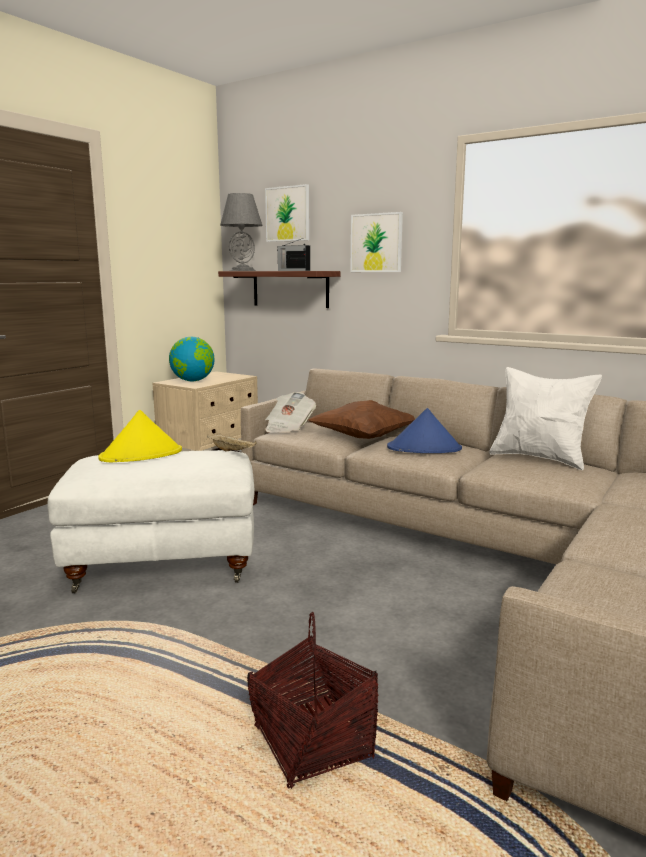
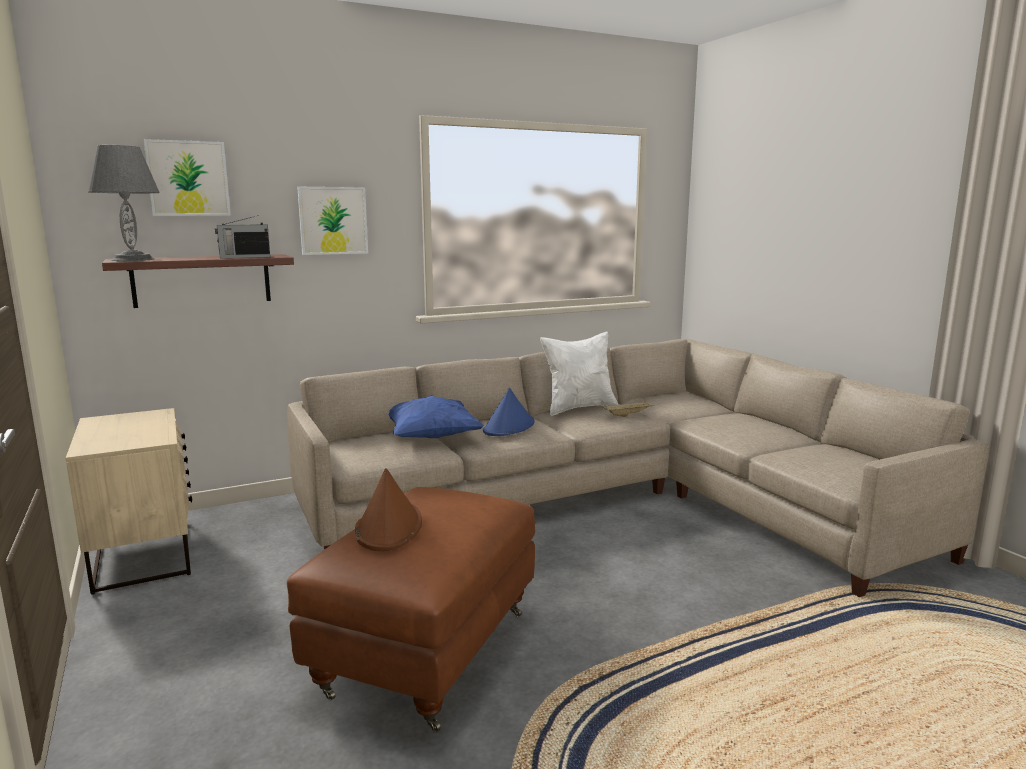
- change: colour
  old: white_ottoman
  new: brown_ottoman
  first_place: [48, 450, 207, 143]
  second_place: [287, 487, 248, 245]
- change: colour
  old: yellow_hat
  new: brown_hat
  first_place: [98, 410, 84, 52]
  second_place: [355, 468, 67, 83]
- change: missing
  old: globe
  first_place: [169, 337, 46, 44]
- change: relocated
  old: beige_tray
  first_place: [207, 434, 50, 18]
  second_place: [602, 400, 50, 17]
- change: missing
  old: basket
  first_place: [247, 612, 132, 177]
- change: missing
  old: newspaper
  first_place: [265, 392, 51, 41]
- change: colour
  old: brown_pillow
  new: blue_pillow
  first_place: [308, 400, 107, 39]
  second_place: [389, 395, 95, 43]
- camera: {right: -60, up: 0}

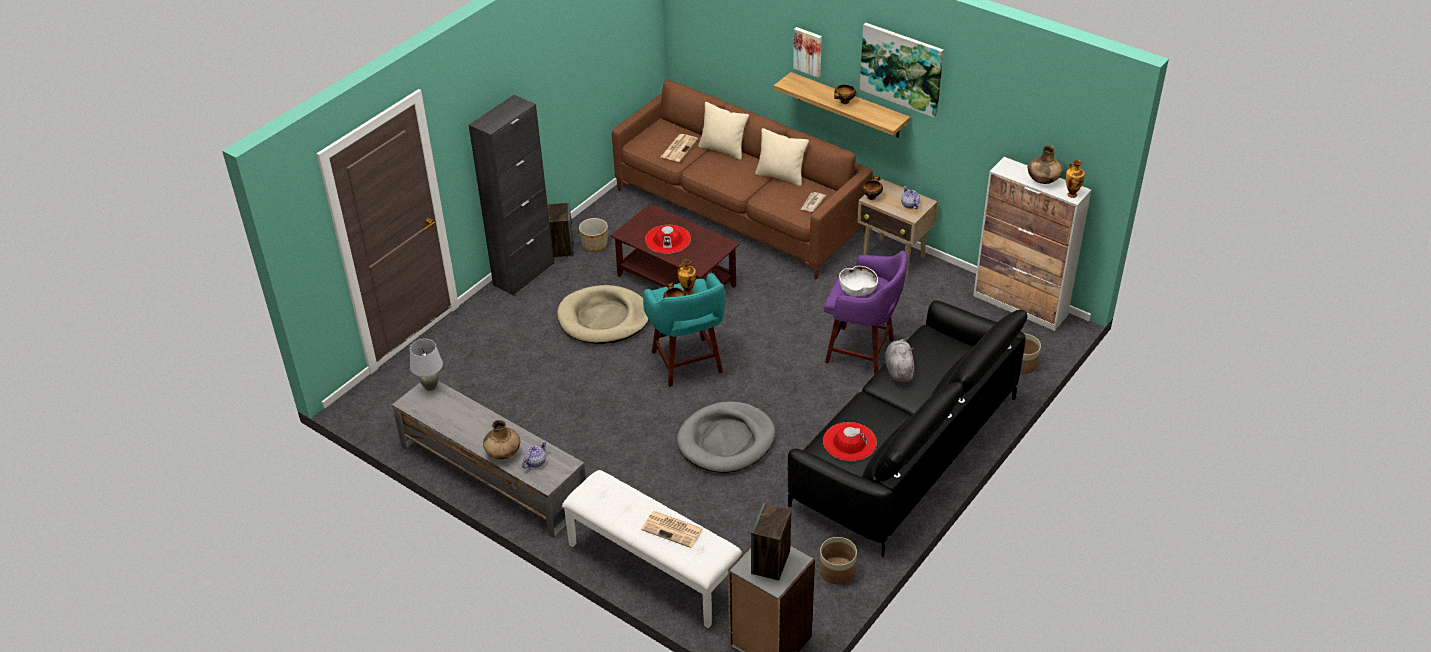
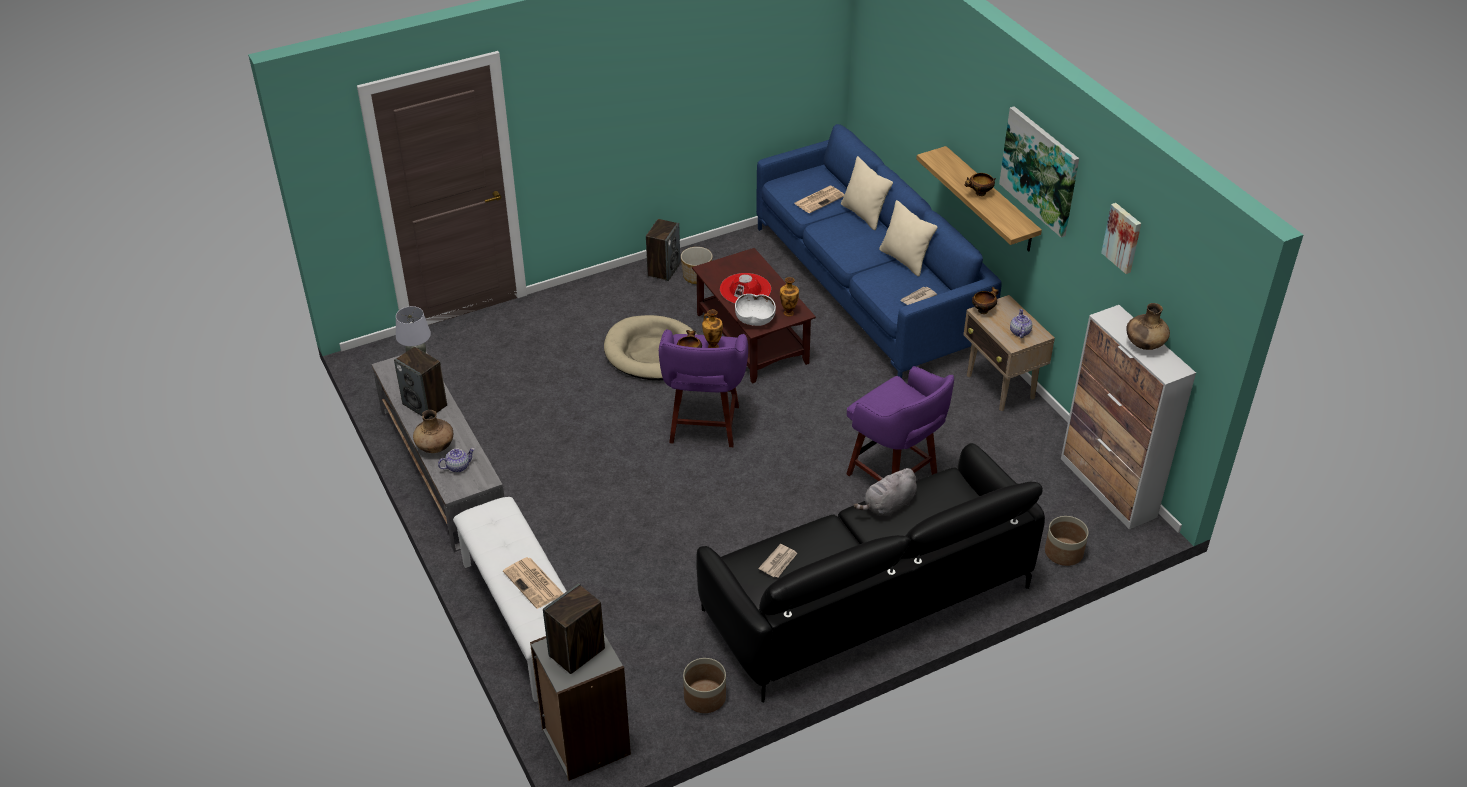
- change: missing
  old: black_cabinet
  first_place: [469, 95, 85, 201]
- change: colour
  old: brown_sofa
  new: blue_sofa
  first_place: [612, 80, 261, 200]
  second_place: [756, 124, 246, 254]
- change: colour
  old: turquoise_stool
  new: purple_stool
  first_place: [643, 273, 83, 114]
  second_place: [659, 329, 89, 118]
- change: missing
  old: grey_dog_bed
  first_place: [677, 401, 98, 72]
- change: relocated
  old: picture
  first_place: [793, 27, 29, 50]
  second_place: [1101, 203, 40, 71]
- change: exchanged
  old: red_hat
  new: newspaper
  first_place: [823, 422, 54, 39]
  second_place: [758, 544, 39, 34]
- change: relocated
  old: white_bowl
  first_place: [839, 266, 39, 30]
  second_place: [735, 294, 41, 32]
- change: spun
  old: grey_plush_toy
  first_place: [885, 339, 29, 44]
  second_place: [853, 468, 64, 50]
  degrees: -150
- change: relocated
  old: vase
  first_place: [1066, 160, 19, 38]
  second_place: [780, 277, 19, 39]
- change: appeared
  new: speaker
  second_place: [394, 347, 53, 69]
- camera: {right: 25, up: 0}

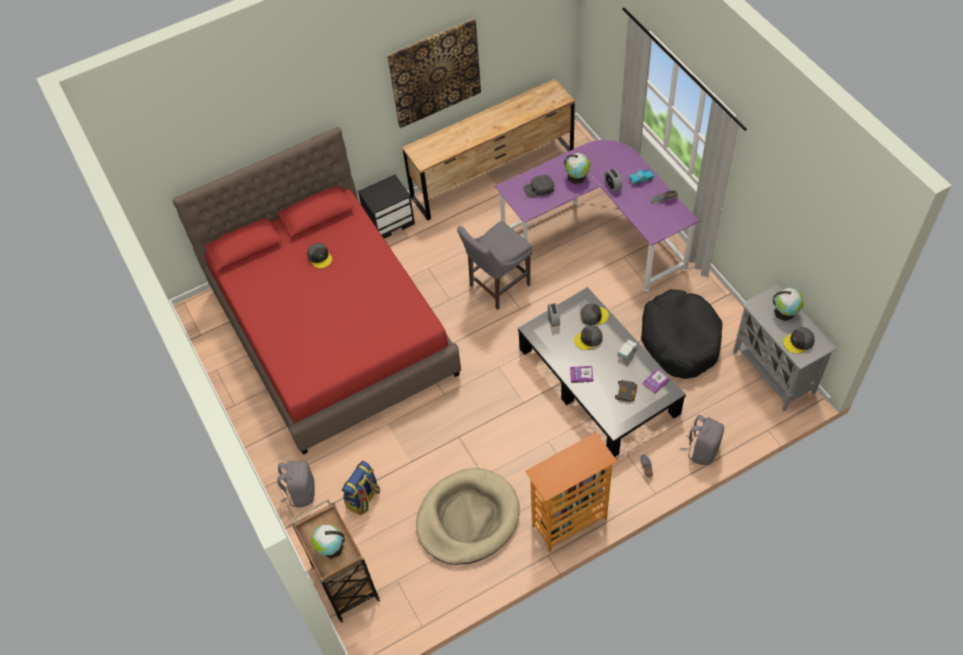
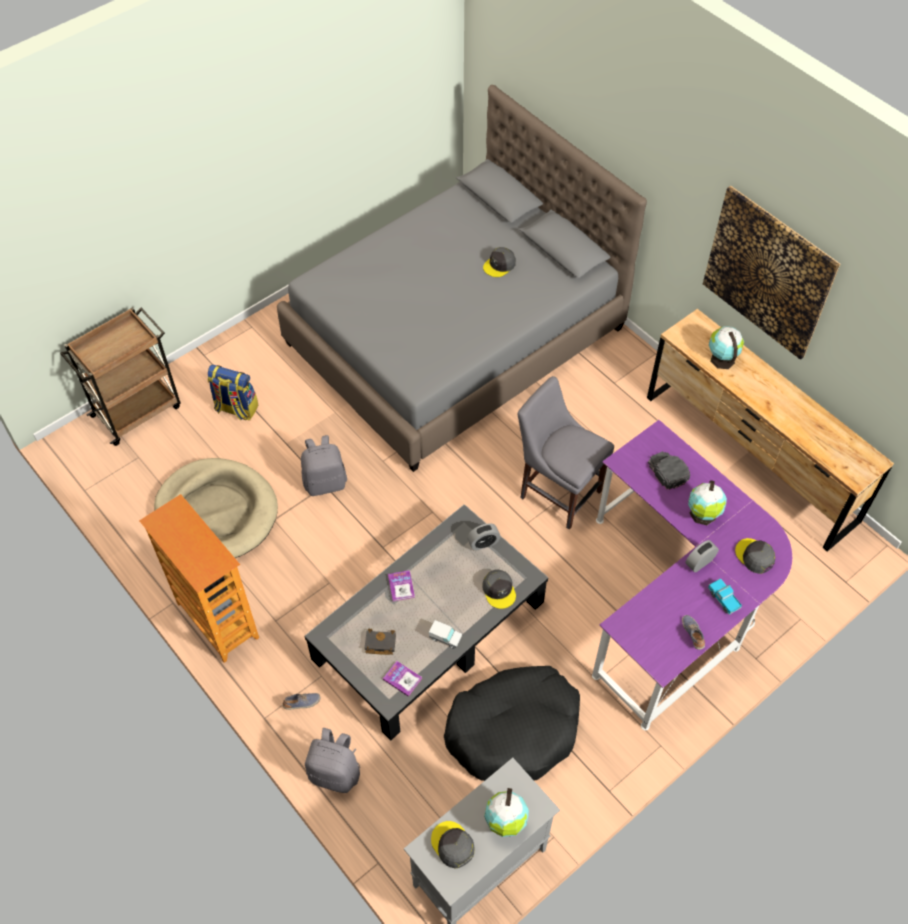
- change: colour
  old: red_bed
  new: grey_bed
  first_place: [173, 127, 288, 328]
  second_place: [277, 85, 370, 387]
- change: relocated
  old: grey_backpack
  first_place: [278, 461, 37, 47]
  second_place: [301, 435, 46, 61]
- change: relocated
  old: globe
  first_place: [311, 524, 34, 35]
  second_place: [709, 326, 35, 43]
- change: missing
  old: black_nightstand
  first_place: [358, 175, 57, 64]
- change: relocated
  old: grey_cap
  first_place: [574, 325, 29, 25]
  second_place: [735, 538, 40, 36]
- camera: {right: 75, up: 0}

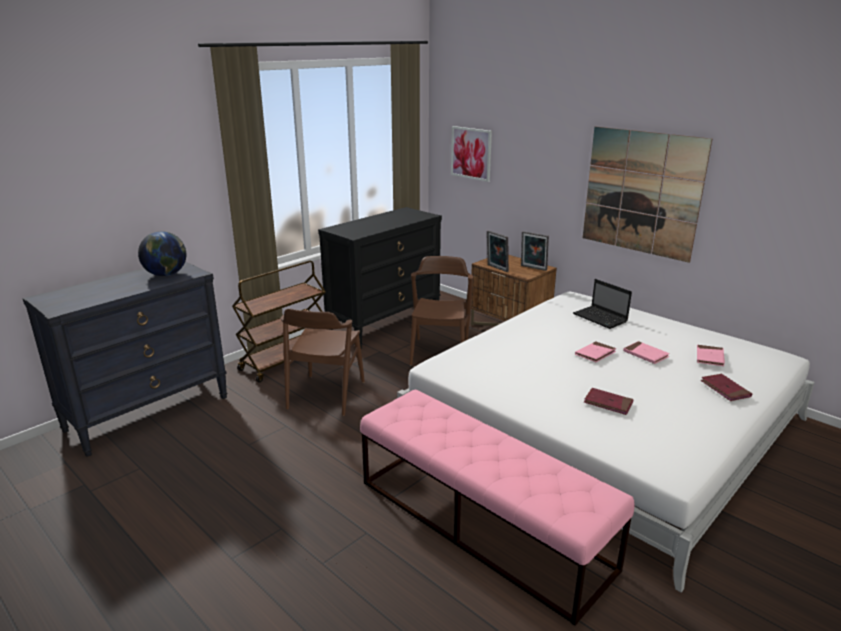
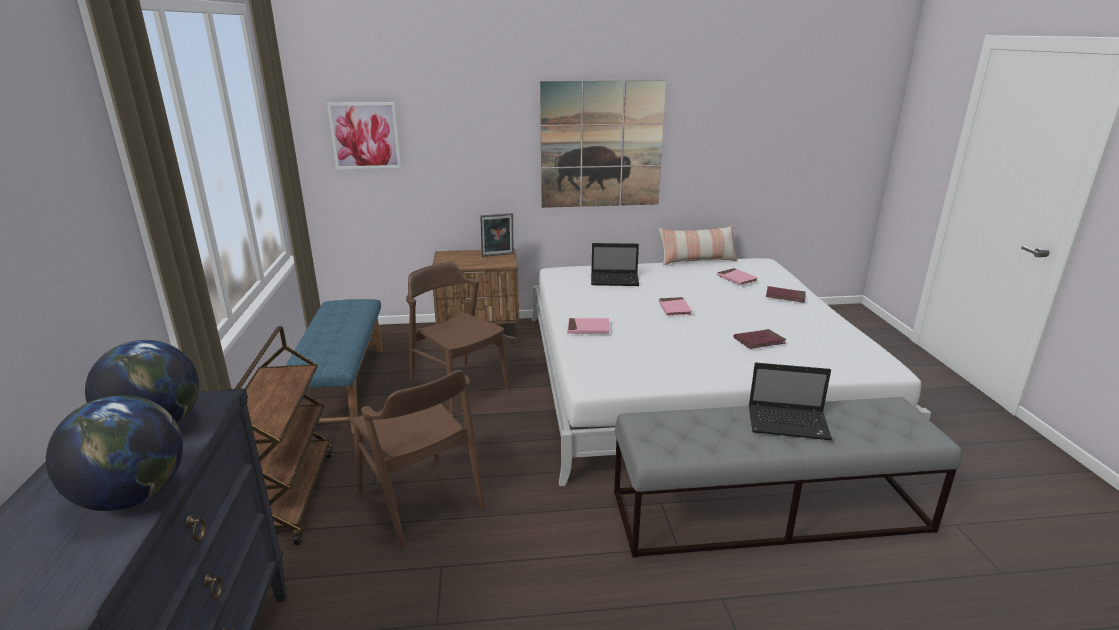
- change: exchanged
  old: black_dresser
  new: blue_bench
  first_place: [318, 207, 124, 142]
  second_place: [286, 299, 97, 135]
- change: colour
  old: pink_bench
  new: grey_bench
  first_place: [360, 389, 275, 237]
  second_place: [614, 397, 347, 161]
- change: missing
  old: picture_frame
  first_place: [487, 230, 22, 42]
- change: relocated
  old: pink_book
  first_place: [623, 341, 47, 23]
  second_place: [567, 318, 42, 16]
- change: appeared
  new: globe
  second_place: [46, 395, 137, 116]
- change: appeared
  new: pillow
  second_place: [659, 225, 78, 41]
- change: appeared
  new: laptop
  second_place: [749, 363, 83, 77]
- camera: {right: -50, up: 0}

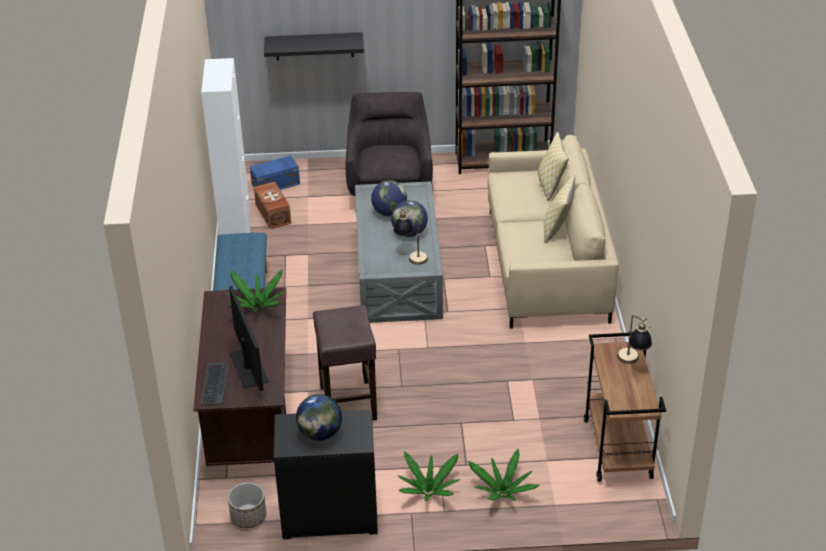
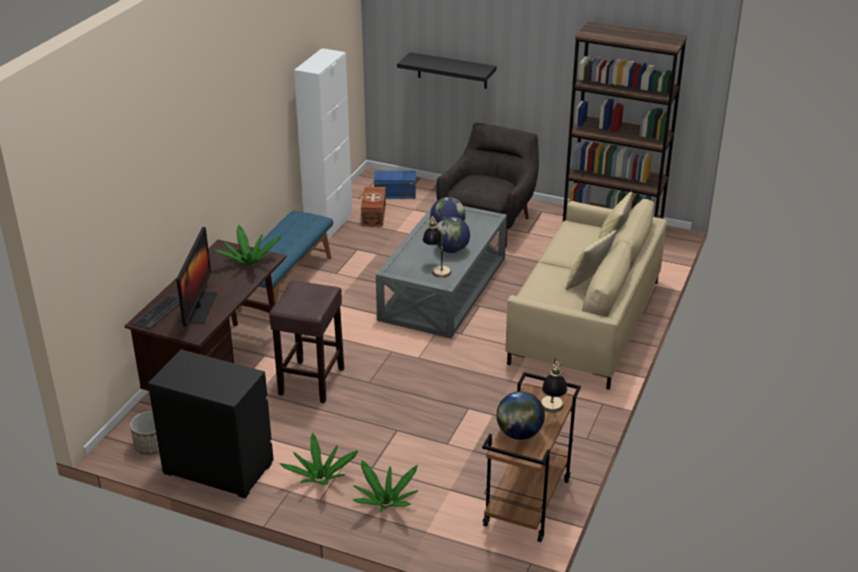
- change: relocated
  old: globe
  first_place: [296, 394, 46, 47]
  second_place: [496, 391, 49, 49]
- camera: {right: 25, up: -5}

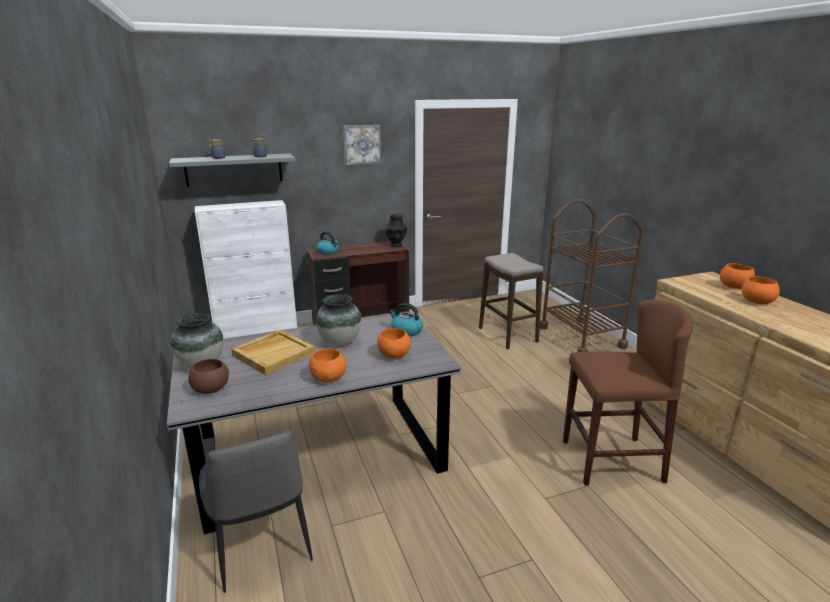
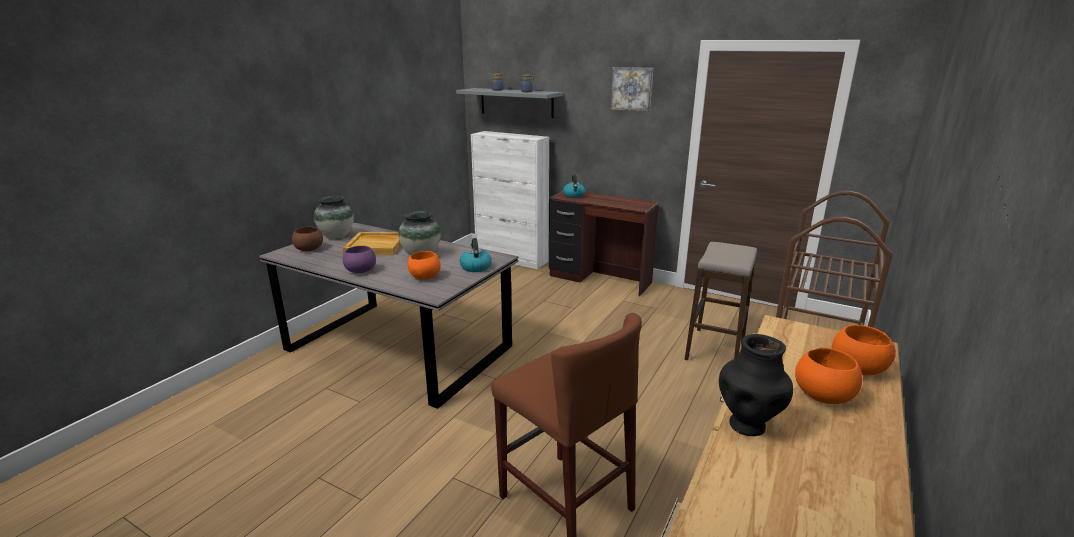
- change: missing
  old: chair
  first_place: [199, 431, 114, 162]
- change: colour
  old: orange_bowl
  new: purple_bowl
  first_place: [309, 349, 37, 33]
  second_place: [343, 246, 33, 27]
- change: relocated
  old: black_vase
  first_place: [386, 214, 21, 33]
  second_place: [719, 334, 74, 102]
- camera: {right: 50, up: 0}

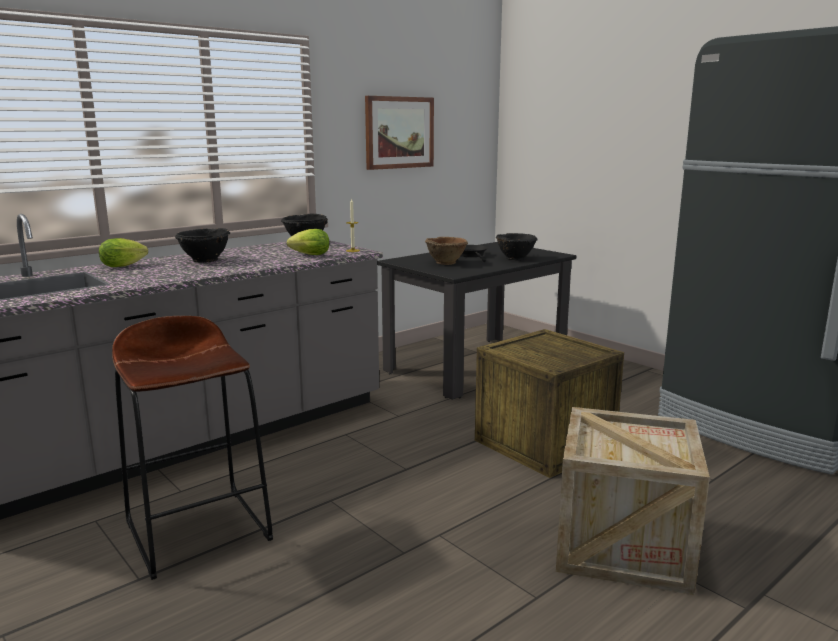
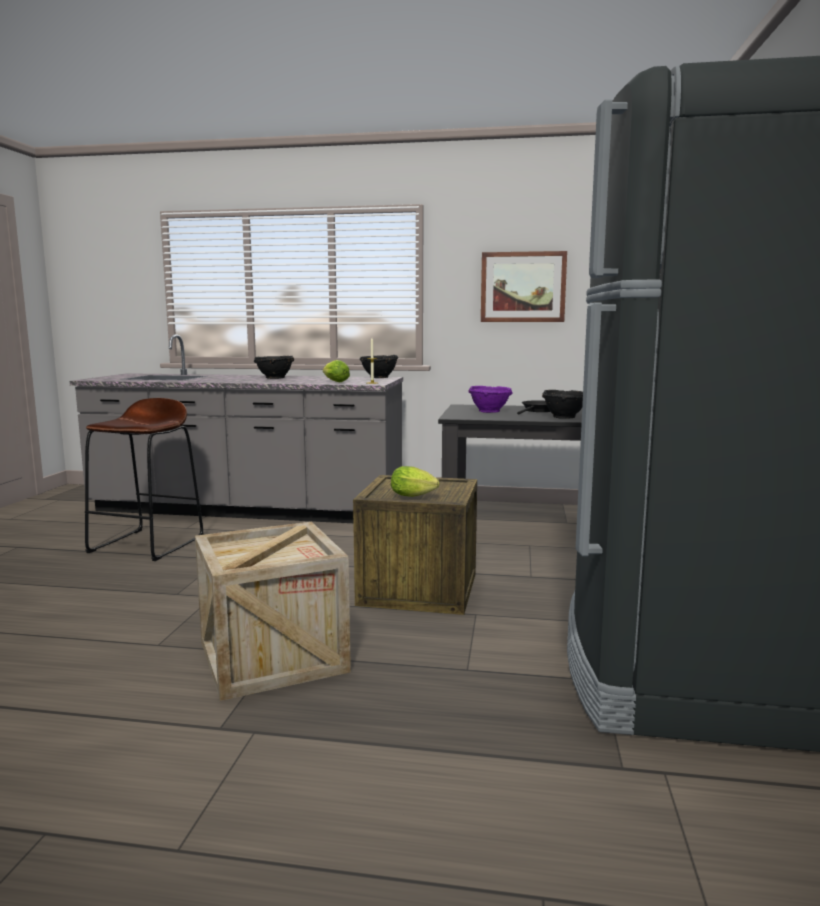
- change: relocated
  old: lettuce
  first_place: [99, 238, 49, 29]
  second_place: [391, 466, 48, 31]
- change: colour
  old: brown_bowl
  new: purple_bowl
  first_place: [425, 237, 43, 28]
  second_place: [468, 386, 45, 27]
- camera: {right: 50, up: -5}

